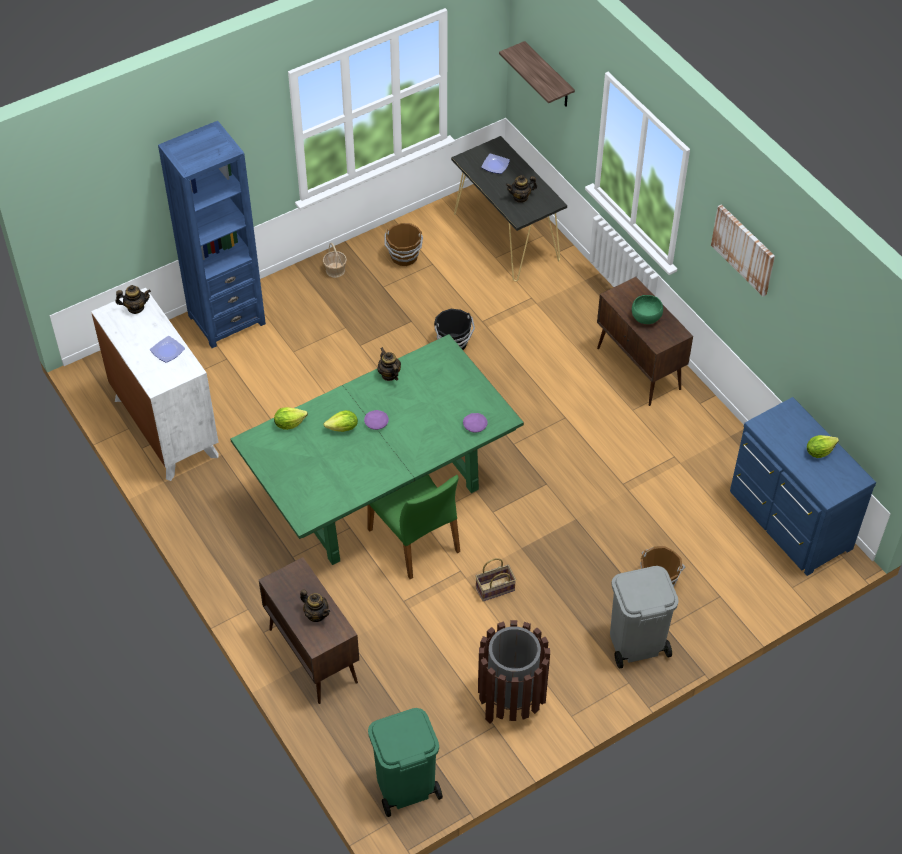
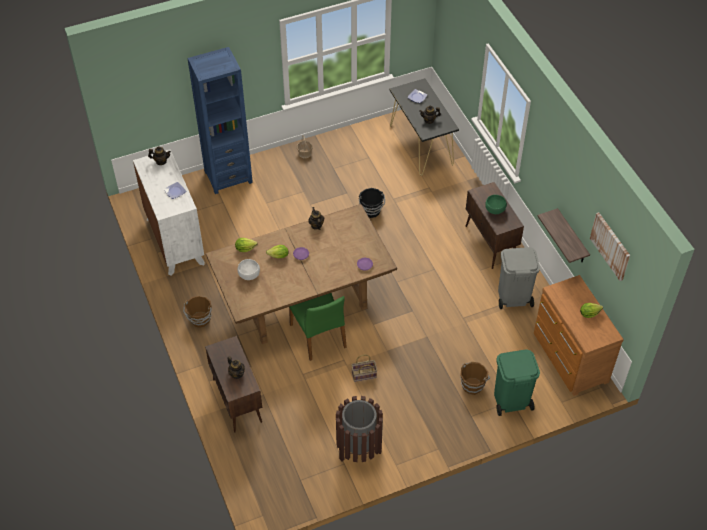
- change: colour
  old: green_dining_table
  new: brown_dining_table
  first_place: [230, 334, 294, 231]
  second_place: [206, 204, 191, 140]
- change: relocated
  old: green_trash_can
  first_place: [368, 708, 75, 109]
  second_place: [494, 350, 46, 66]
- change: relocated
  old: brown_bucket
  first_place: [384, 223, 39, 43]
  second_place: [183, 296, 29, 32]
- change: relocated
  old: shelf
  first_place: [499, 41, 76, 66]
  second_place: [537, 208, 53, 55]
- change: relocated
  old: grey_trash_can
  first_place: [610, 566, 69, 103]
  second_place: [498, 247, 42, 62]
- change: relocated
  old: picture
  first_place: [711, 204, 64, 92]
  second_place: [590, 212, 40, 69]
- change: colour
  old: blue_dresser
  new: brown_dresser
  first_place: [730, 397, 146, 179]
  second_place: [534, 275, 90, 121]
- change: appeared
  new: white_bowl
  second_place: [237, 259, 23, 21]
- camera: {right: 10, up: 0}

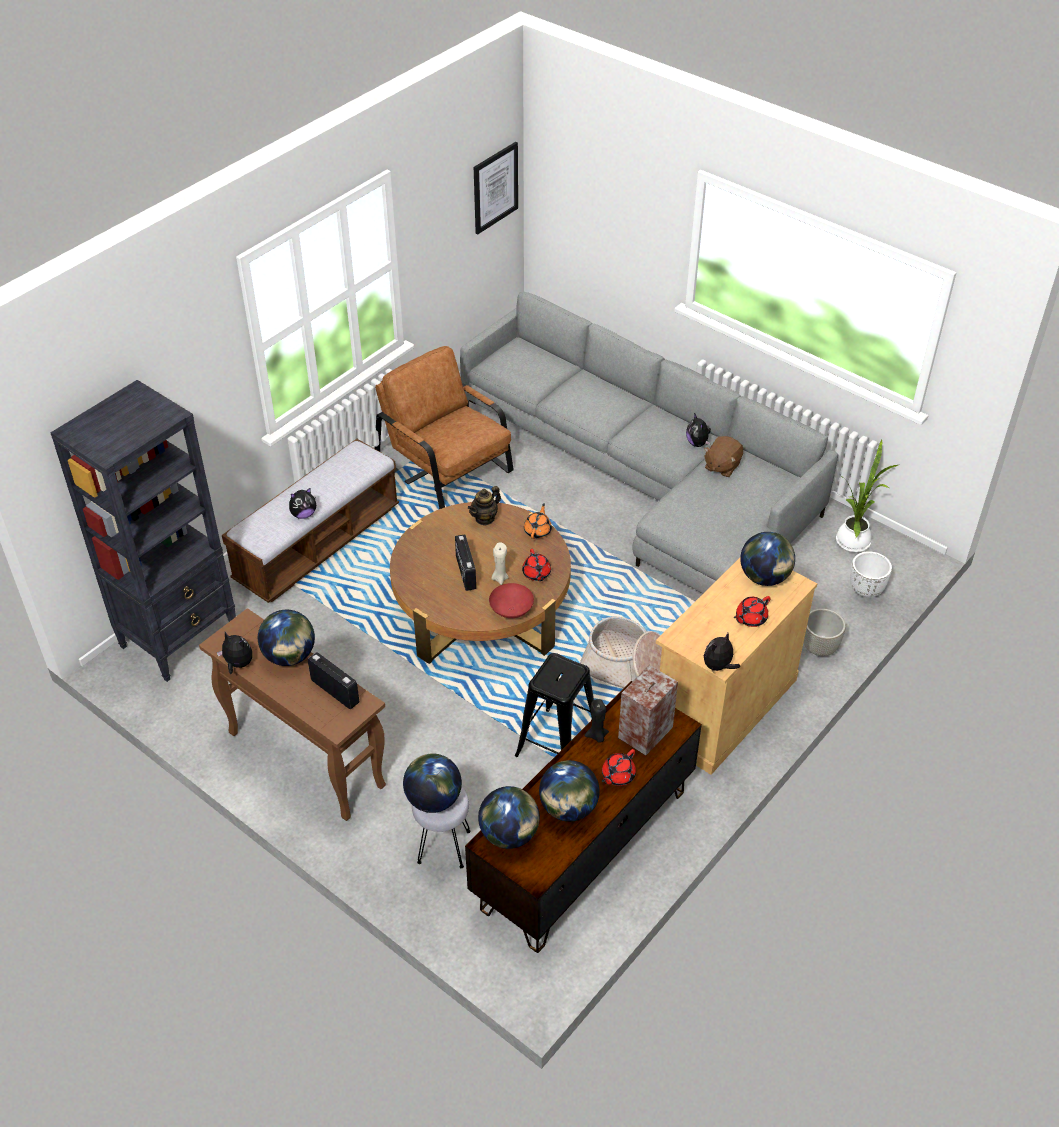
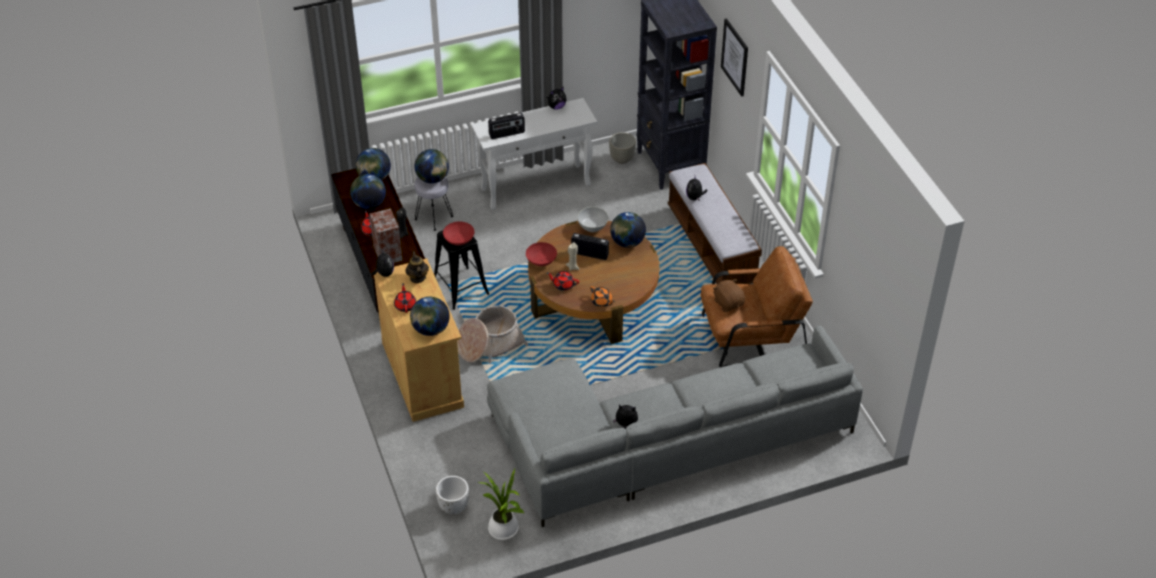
- change: colour
  old: brown_console_table
  new: white_console_table
  first_place: [199, 608, 187, 213]
  second_place: [471, 98, 126, 112]
- change: relocated
  old: globe
  first_place: [258, 610, 57, 56]
  second_place: [610, 212, 36, 36]
- change: relocated
  old: teapot
  first_place: [468, 486, 33, 40]
  second_place: [405, 251, 24, 32]
- change: relocated
  old: picture
  first_place: [474, 142, 44, 92]
  second_place: [721, 18, 27, 79]
- change: relocated
  old: brown_plush_toy
  first_place: [704, 436, 39, 41]
  second_place: [713, 279, 32, 33]
- change: relocated
  old: grey_planter
  first_place: [804, 609, 42, 47]
  second_place: [609, 132, 27, 32]
- change: appeared
  new: red_bowl
  second_place: [443, 221, 31, 24]
- change: appeared
  new: white_bowl
  second_place: [577, 207, 31, 25]
- camera: {right: 120, up: 0}

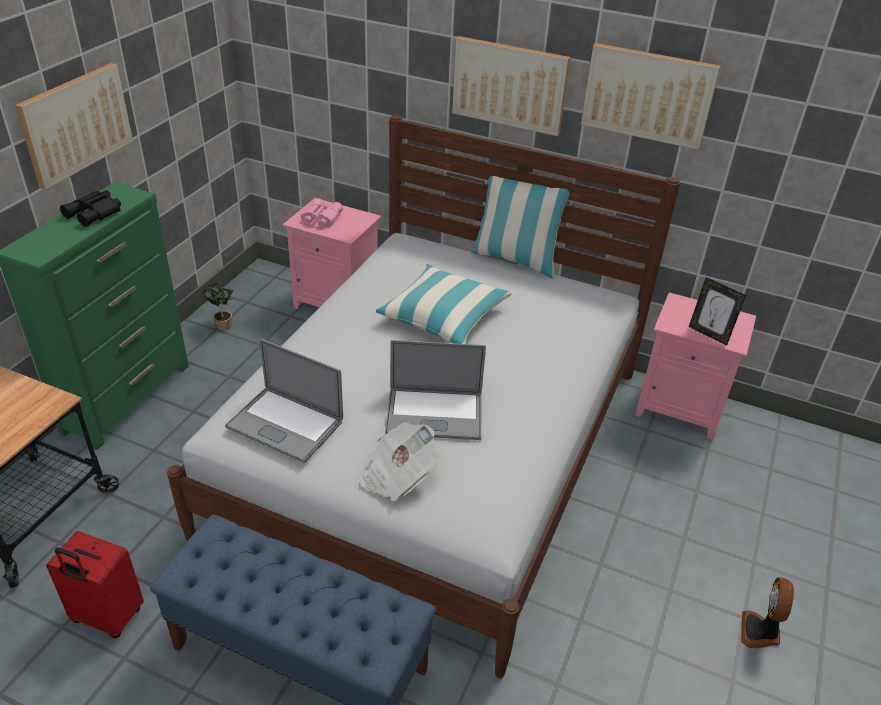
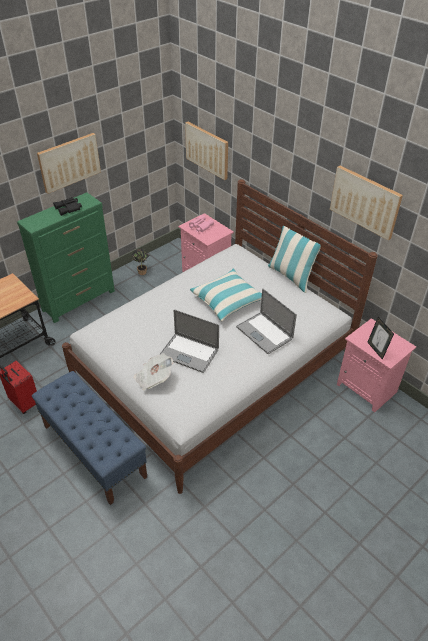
- change: relocated
  old: laptop
  first_place: [225, 338, 118, 125]
  second_place: [236, 289, 61, 65]
- change: relocated
  old: picture
  first_place: [452, 36, 118, 100]
  second_place: [185, 122, 43, 58]
- change: missing
  old: fan
  first_place: [741, 577, 53, 71]
- camera: {right: 25, up: 5}

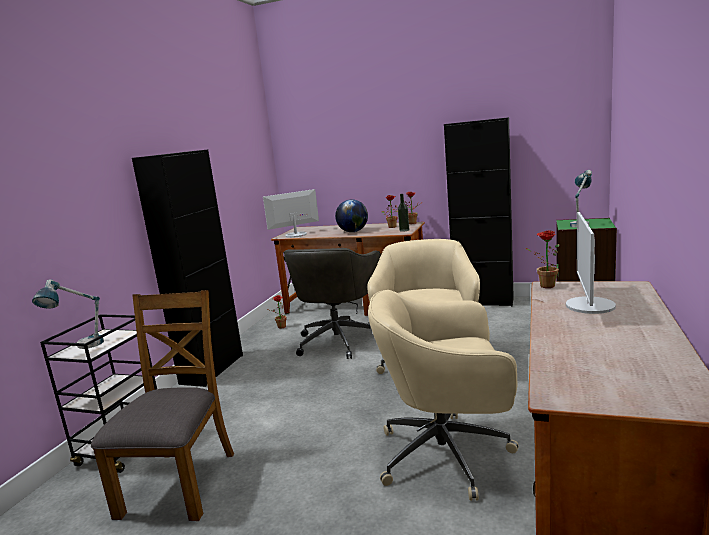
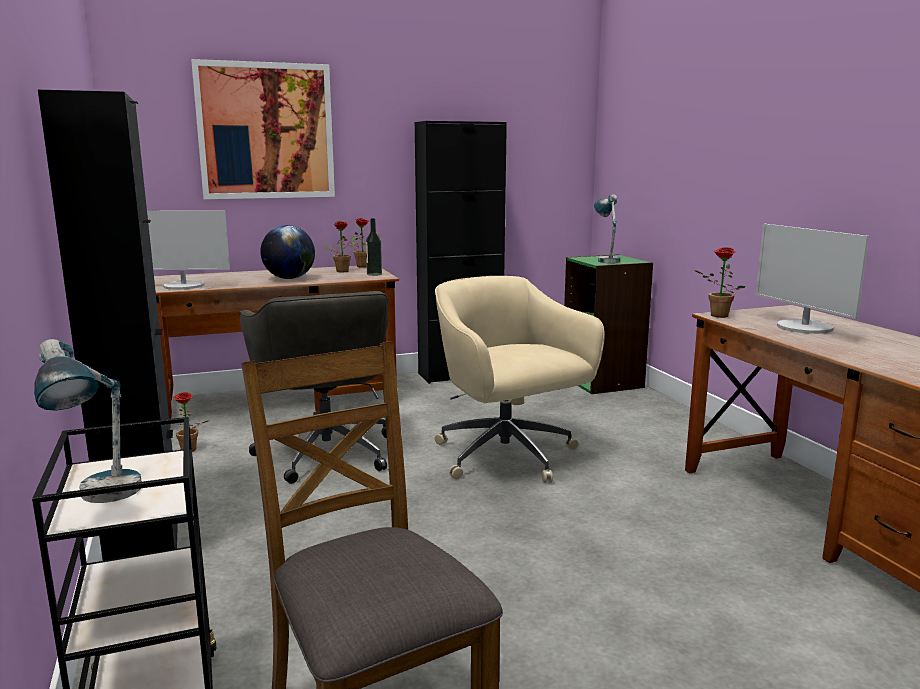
- change: spun
  old: monitor
  first_place: [263, 189, 56, 49]
  second_place: [147, 210, 83, 80]
  degrees: -120
- change: missing
  old: beige_office_chair
  first_place: [368, 290, 151, 211]
- change: appeared
  new: picture
  second_place: [191, 59, 144, 140]
- camera: {right: -40, up: 0}

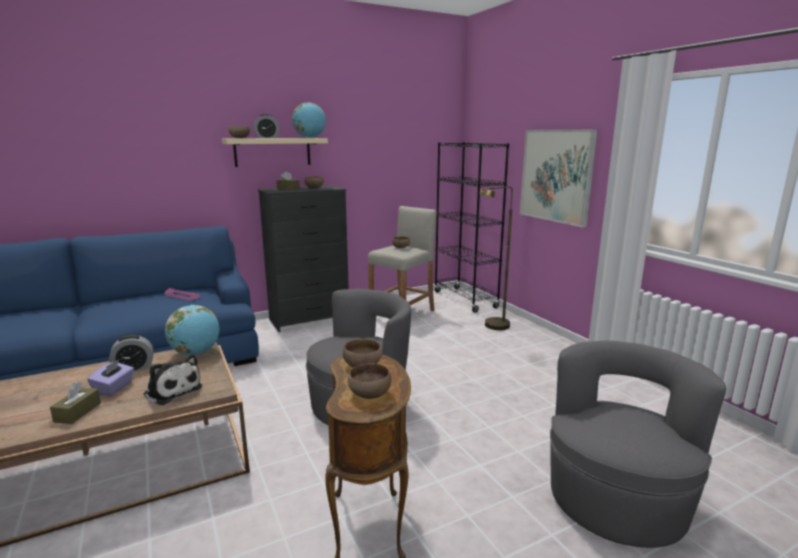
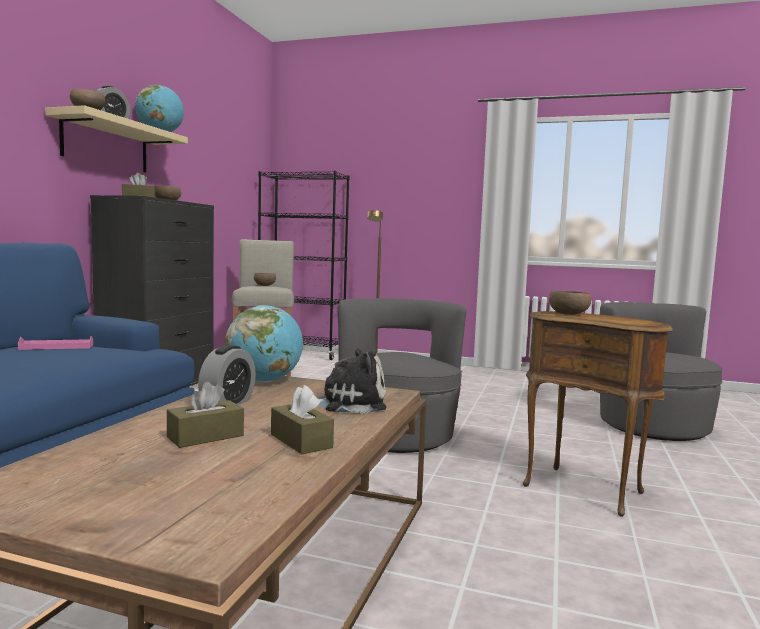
- change: missing
  old: purple_tissue_box
  first_place: [88, 359, 46, 37]
- change: missing
  old: brown_bowl
  first_place: [348, 364, 43, 35]
- change: missing
  old: picture
  first_place: [520, 129, 78, 99]
- change: appeared
  new: brown_tissue_box
  second_place: [167, 382, 77, 66]
- camera: {right: -45, up: -10}

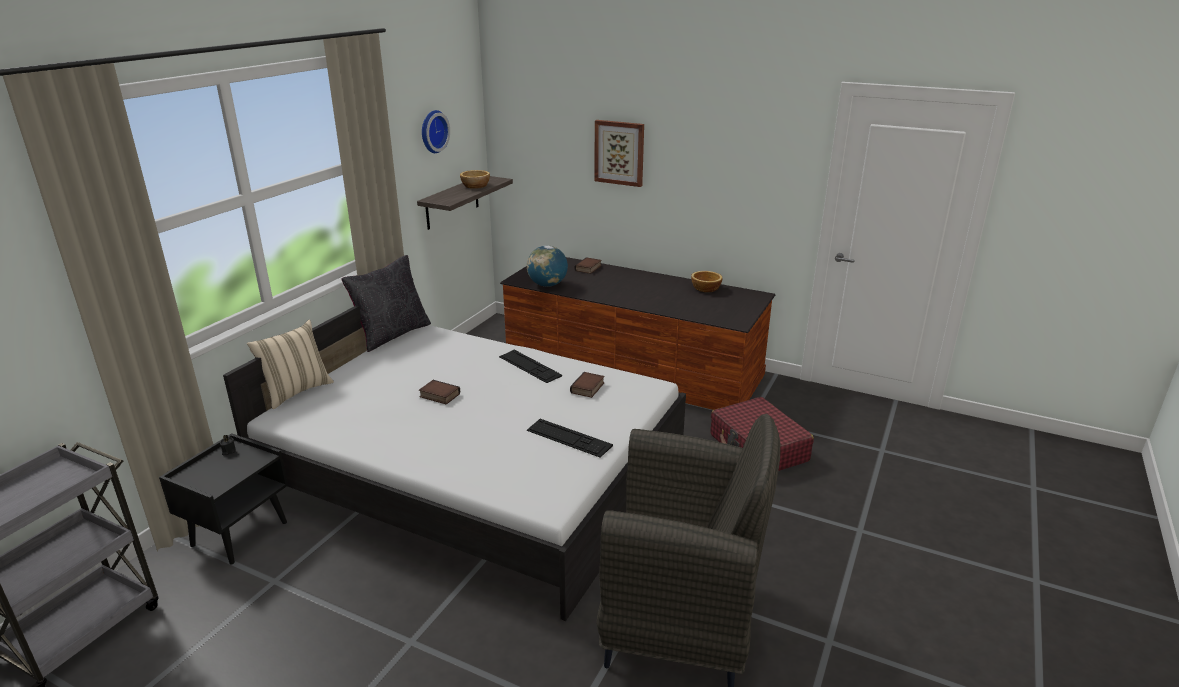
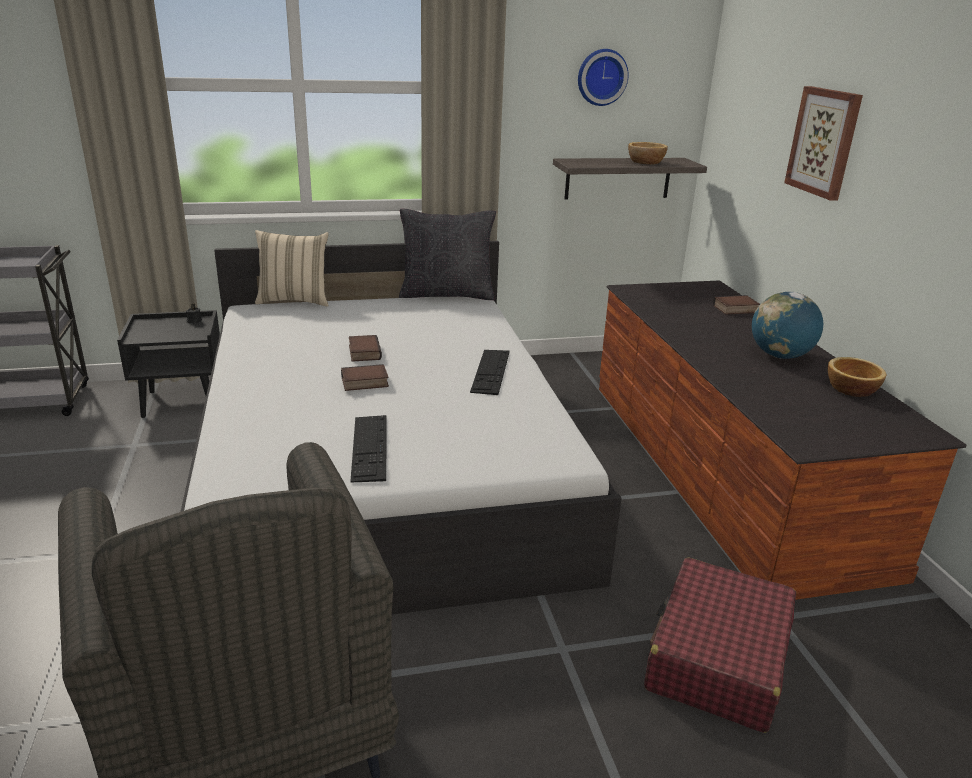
- change: relocated
  old: globe
  first_place: [527, 245, 41, 42]
  second_place: [752, 292, 71, 67]
- change: relocated
  old: book
  first_place: [570, 372, 34, 26]
  second_place: [341, 364, 48, 27]
- camera: {right: 50, up: 0}

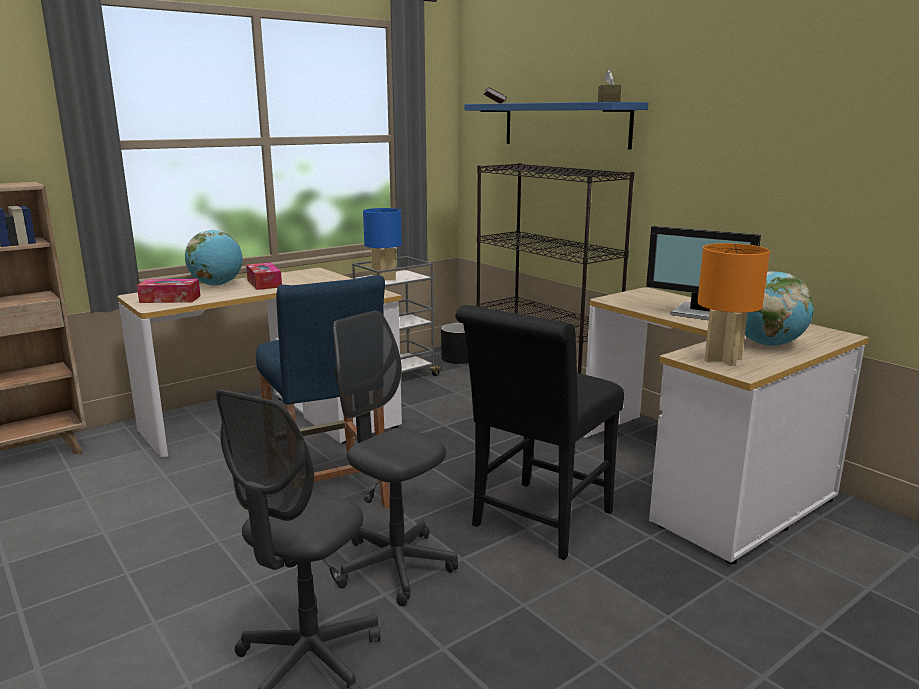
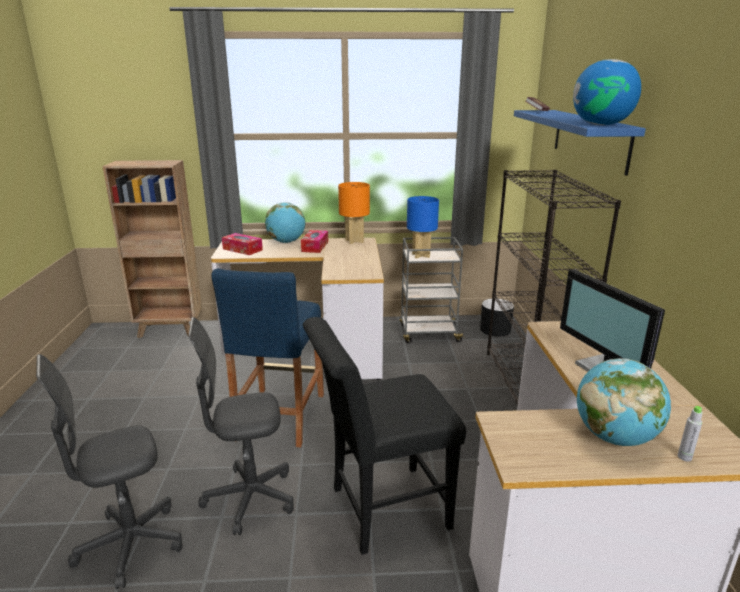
- change: spun
  old: grey_office_chair
  first_place: [333, 311, 125, 295]
  second_place: [188, 317, 106, 218]
  degrees: -90
- change: exchanged
  old: brown_tissue_box
  new: globe
  first_place: [598, 70, 23, 32]
  second_place: [573, 59, 68, 66]
- change: relocated
  old: orange_table_lamp
  first_place: [697, 243, 73, 123]
  second_place: [338, 182, 32, 62]
- change: appeared
  new: grey_bottle
  second_place: [678, 406, 24, 56]
- camera: {right: 35, up: 5}

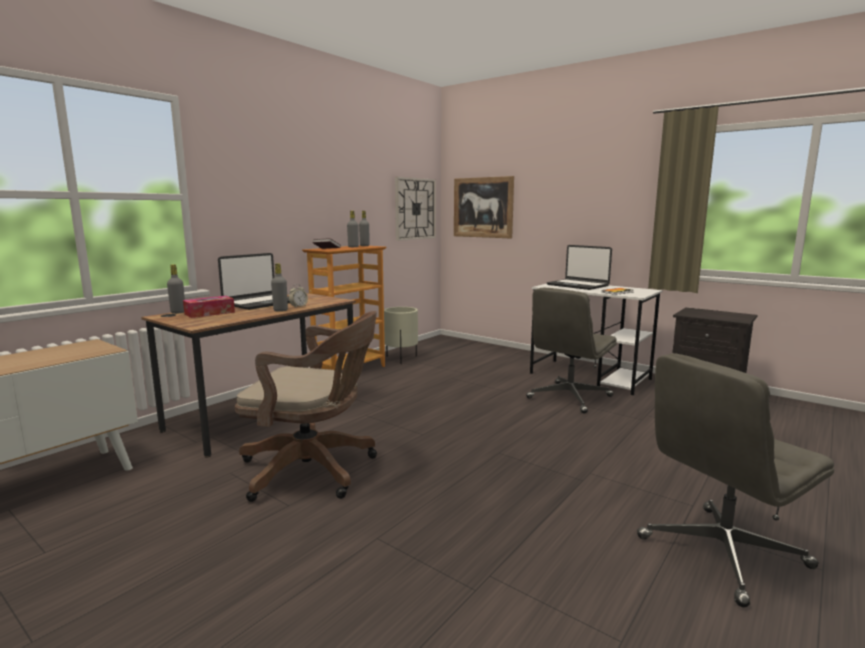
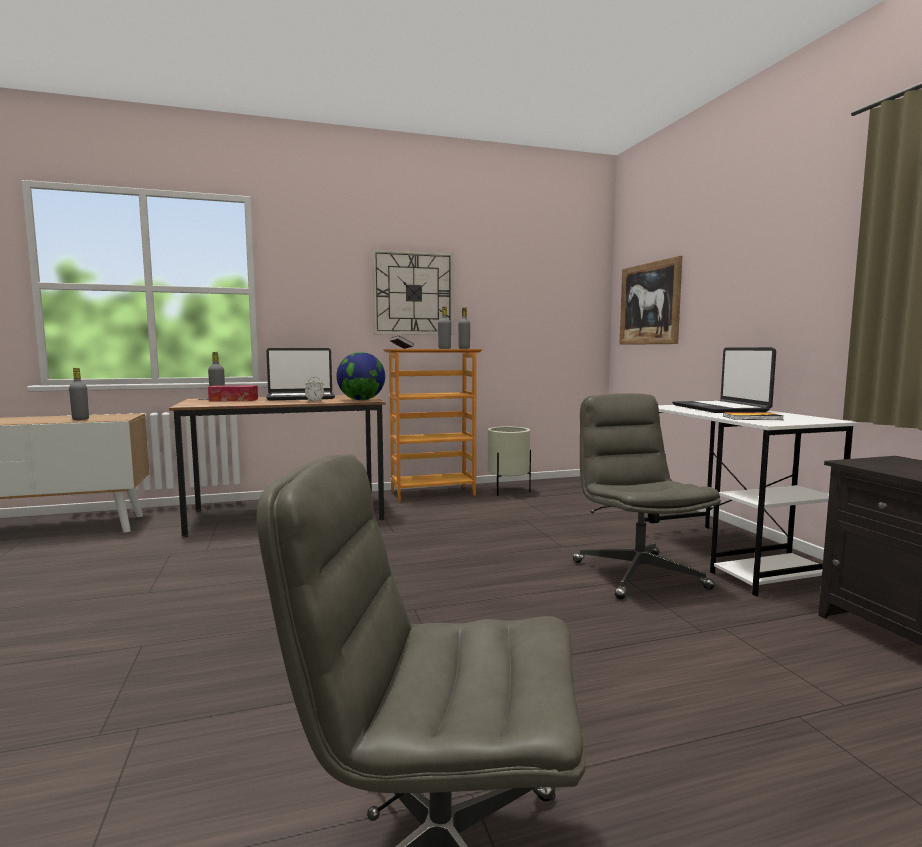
- change: missing
  old: brown_office_chair
  first_place: [235, 311, 142, 191]
- change: relocated
  old: grey_bottle
  first_place: [271, 263, 17, 49]
  second_place: [69, 368, 20, 52]
- change: relocated
  old: wall_clock
  first_place: [395, 177, 41, 64]
  second_place: [372, 249, 82, 86]
- change: spun
  old: grey_office_chair
  first_place: [526, 288, 91, 126]
  second_place: [573, 393, 148, 207]
  degrees: 90
- change: appeared
  new: globe
  second_place: [336, 352, 49, 48]
- camera: {right: 35, up: -5}

